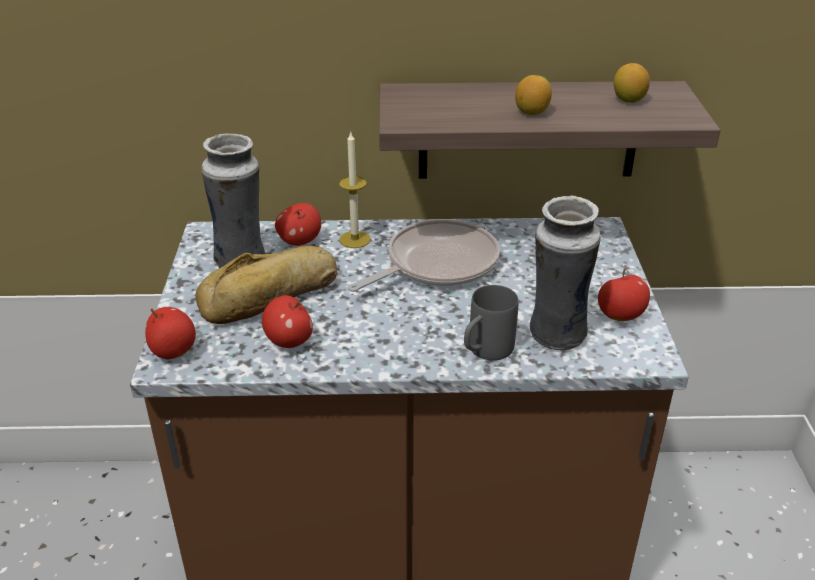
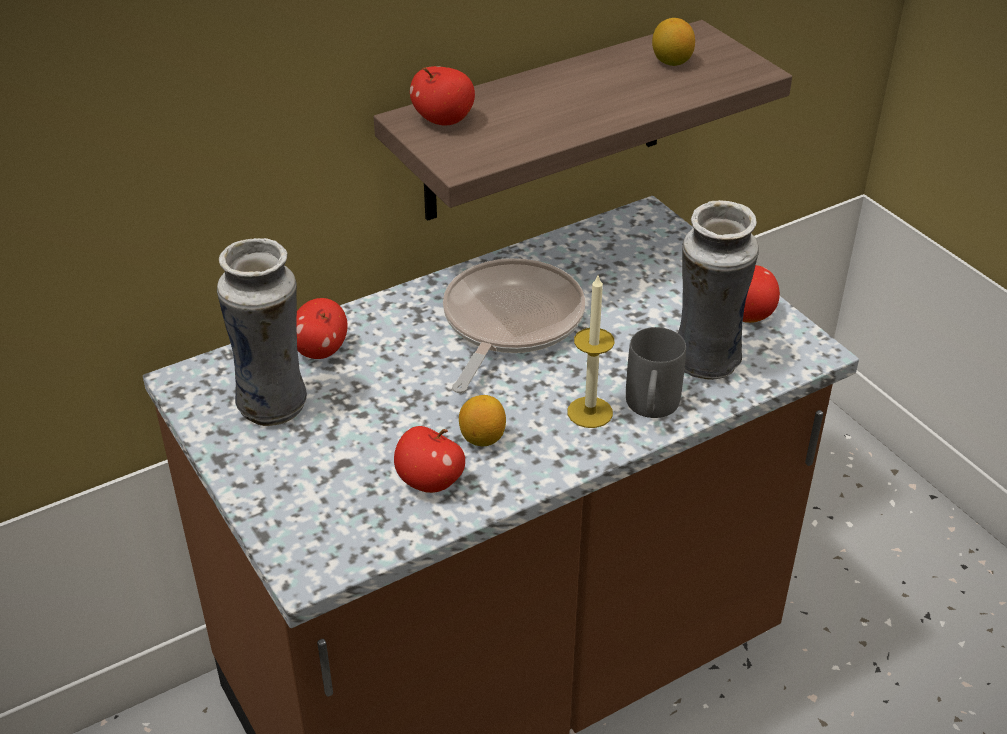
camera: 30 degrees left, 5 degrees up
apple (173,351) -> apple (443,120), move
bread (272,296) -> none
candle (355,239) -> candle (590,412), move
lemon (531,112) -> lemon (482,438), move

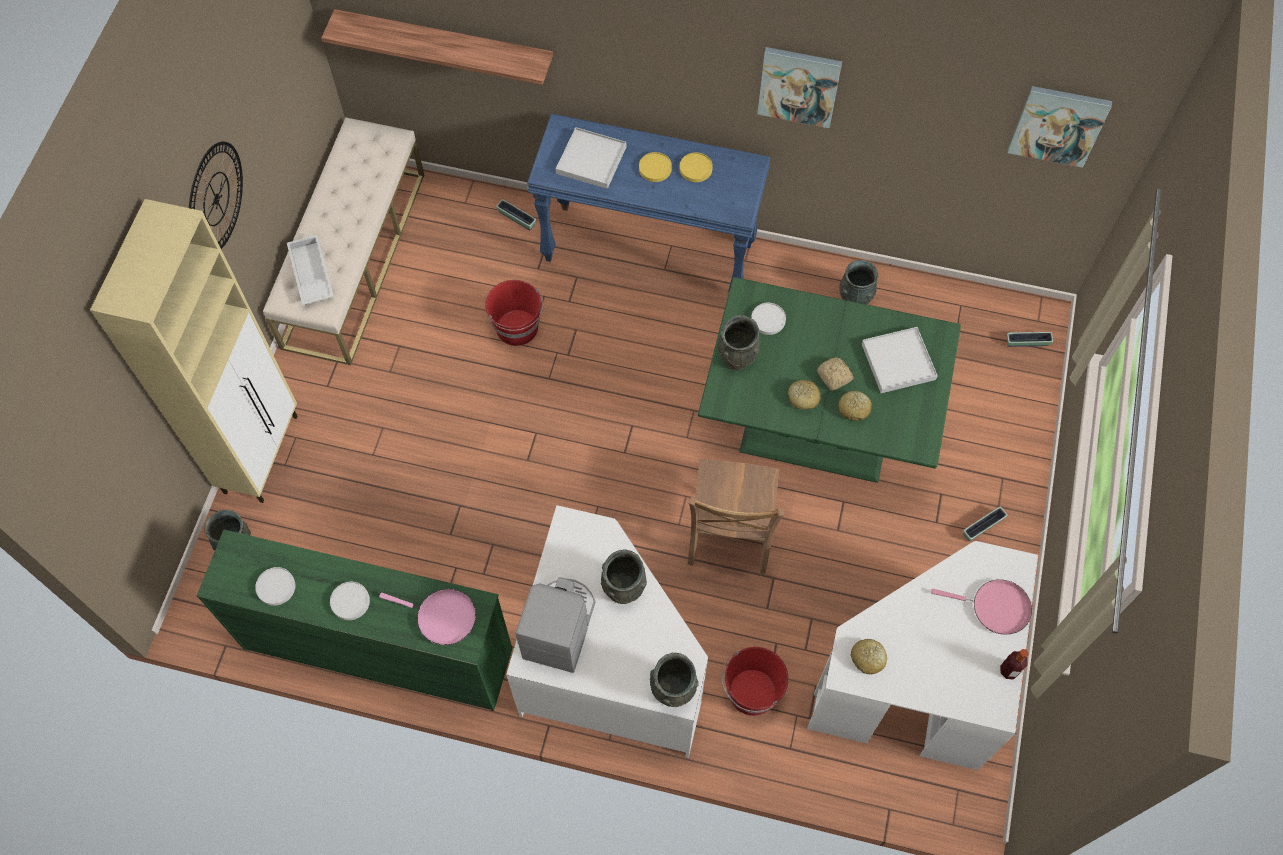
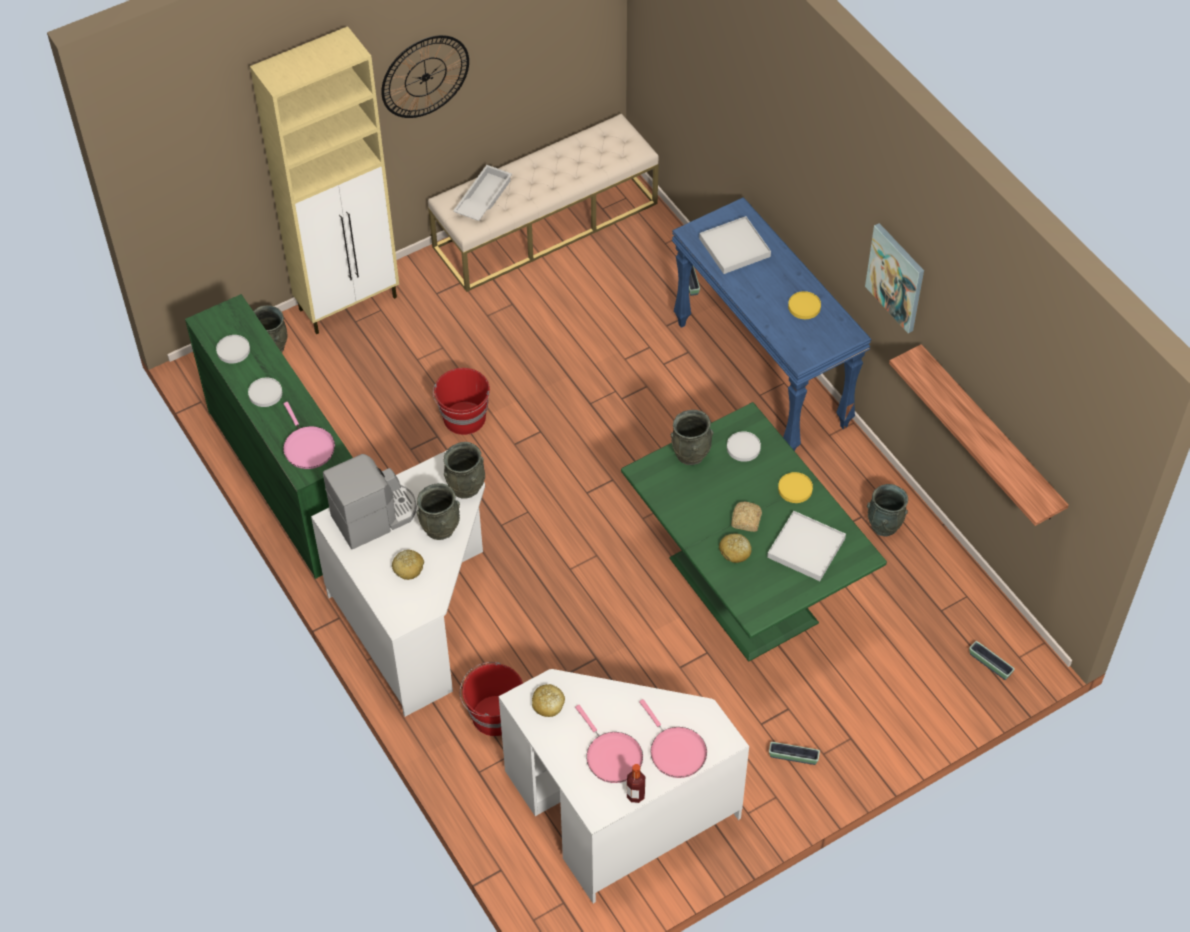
camera: 45 degrees right, 10 degrees down
shelf (445,44) -> shelf (989,435), move
red bucket (517,328) -> red bucket (464,418), move
yellow plate (655,168) -> yellow plate (795,489), move
grey vase (672,690) -> grey vase (465,487), move
brown chair (729,536) -> none
bread (803,397) -> bread (408,568), move
picture (1058,125) -> none
none -> pink frying pan (611,756)

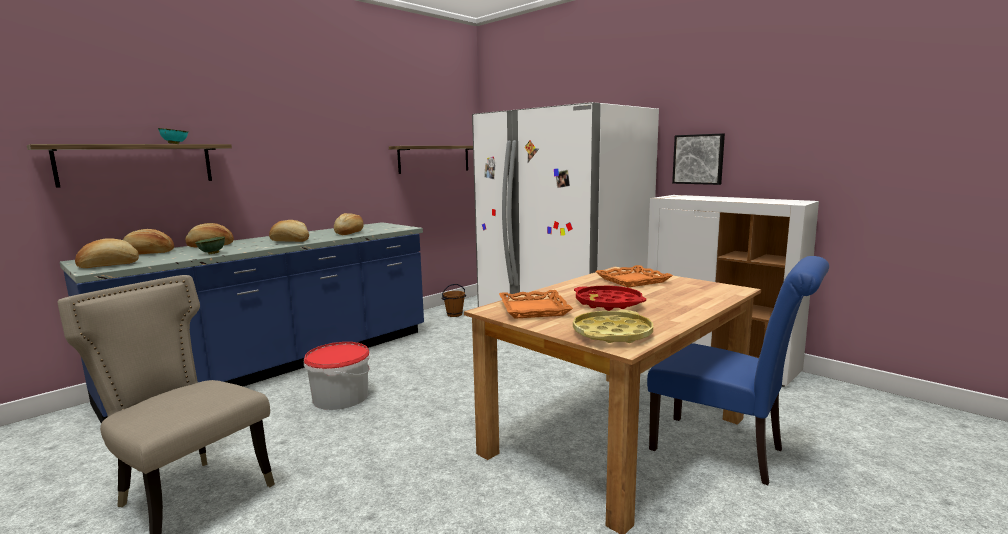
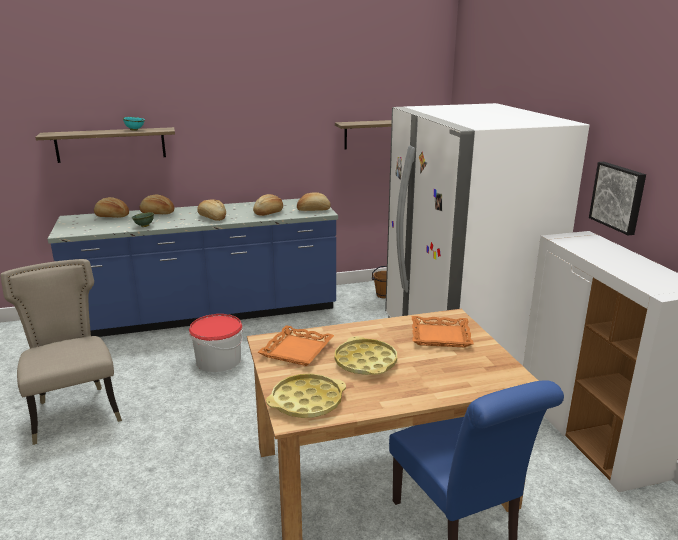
camera: 30 degrees right, 10 degrees up
bread (109,265) -> bread (313,210), move
red tray (608,303) -> yellow tray (365,362)

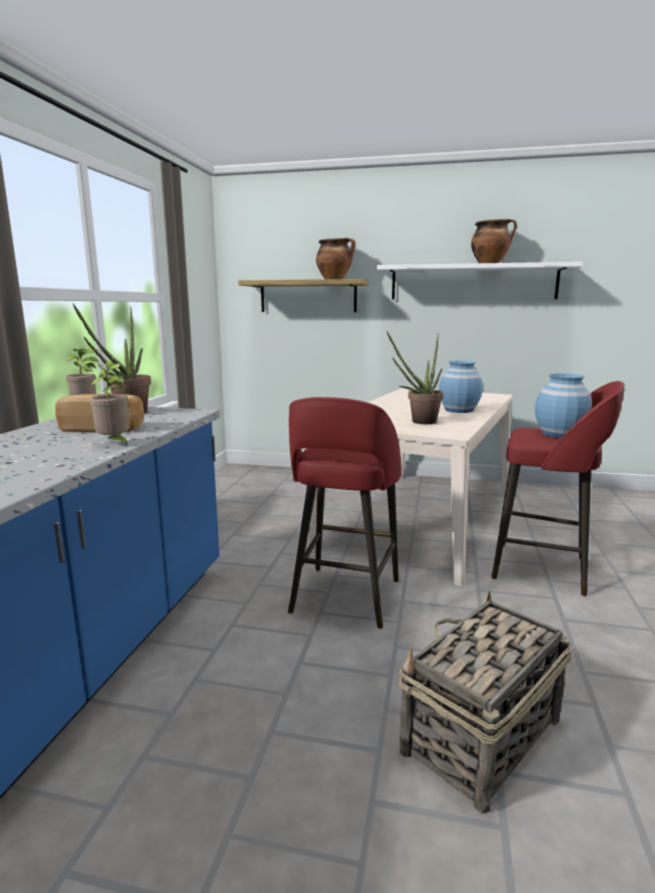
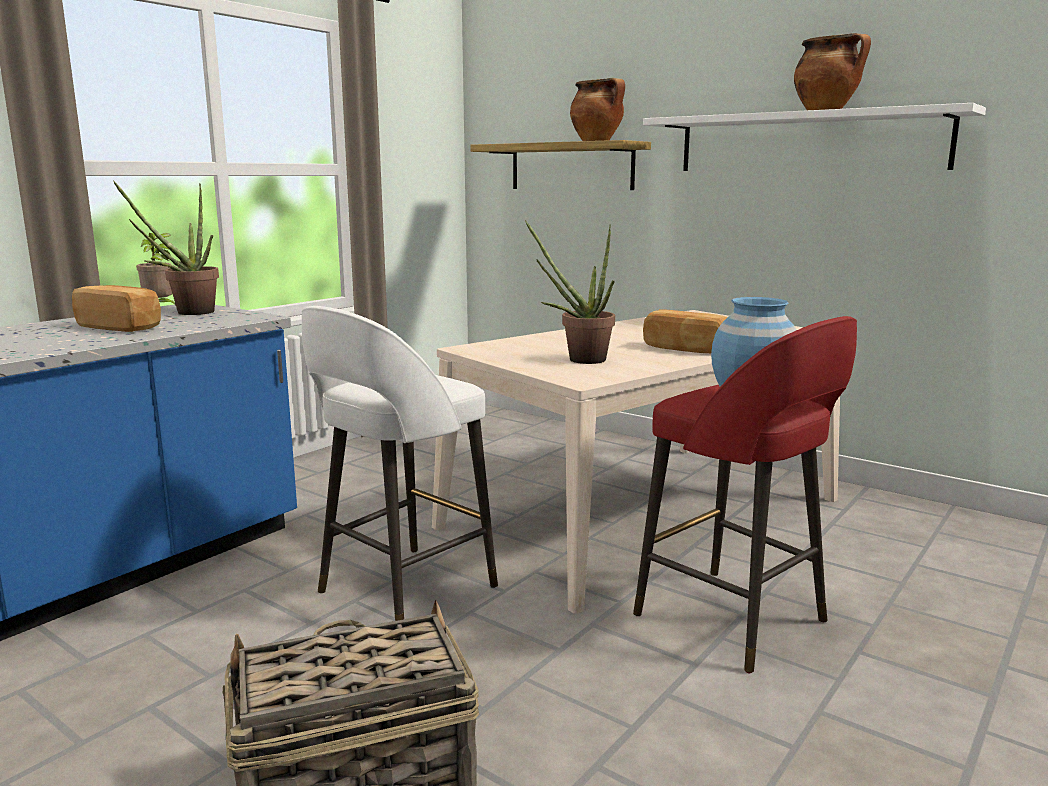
camera: 25 degrees right, 0 degrees up
potted plant (114,444) -> none
red stool (344,598) -> white stool (403,591)
blue vase (459,410) -> bread (684,349)

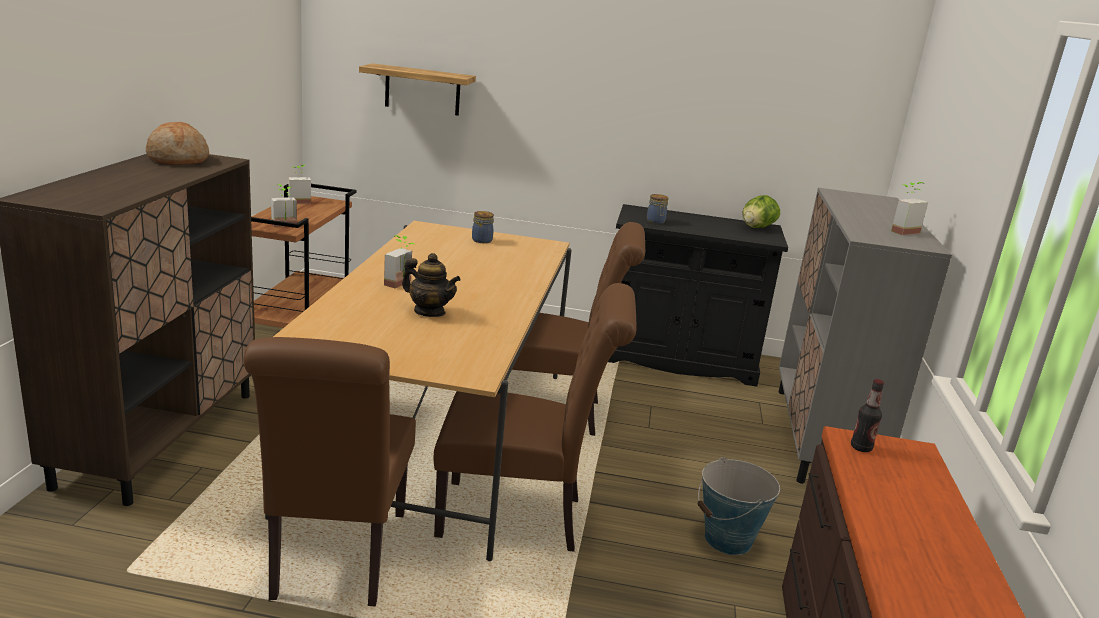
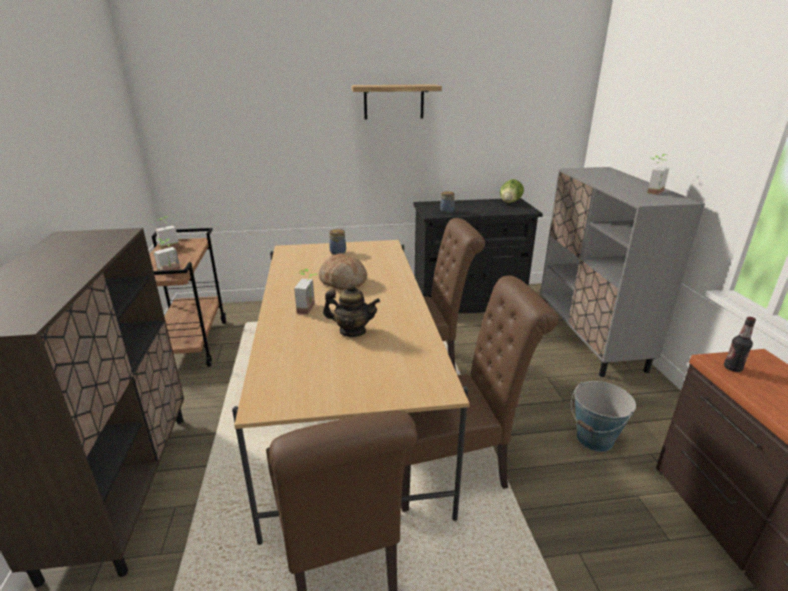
camera: 15 degrees left, 5 degrees up
bread (178,159) -> bread (343,281), move
shelf (422,90) -> shelf (394,102), move

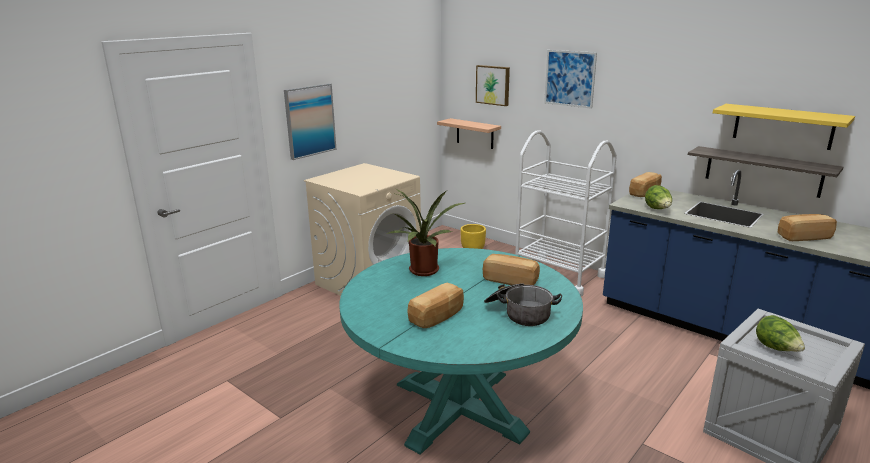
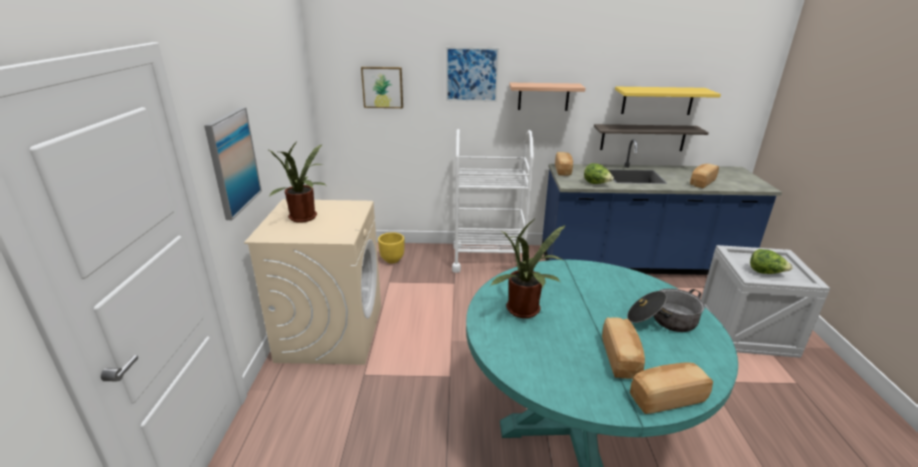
camera: 40 degrees left, 5 degrees up
shelf (475,133) -> shelf (543,96), move
bread (510,280) -> bread (665,398), move
none -> potted plant (305,218)

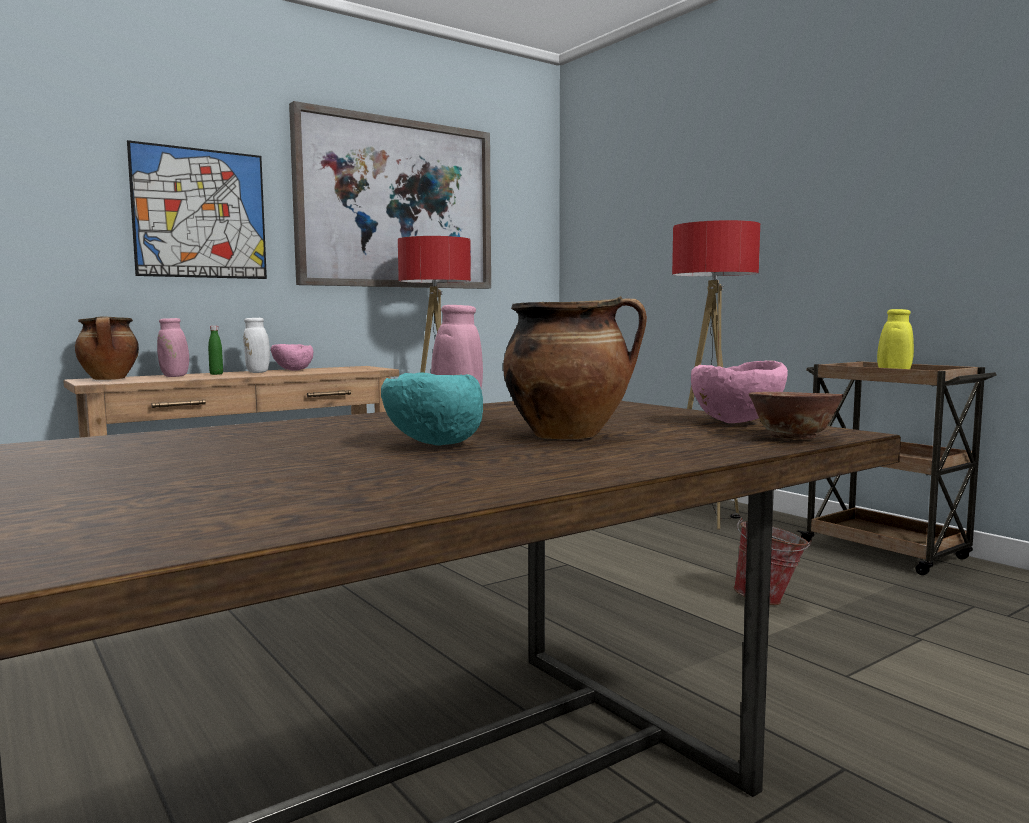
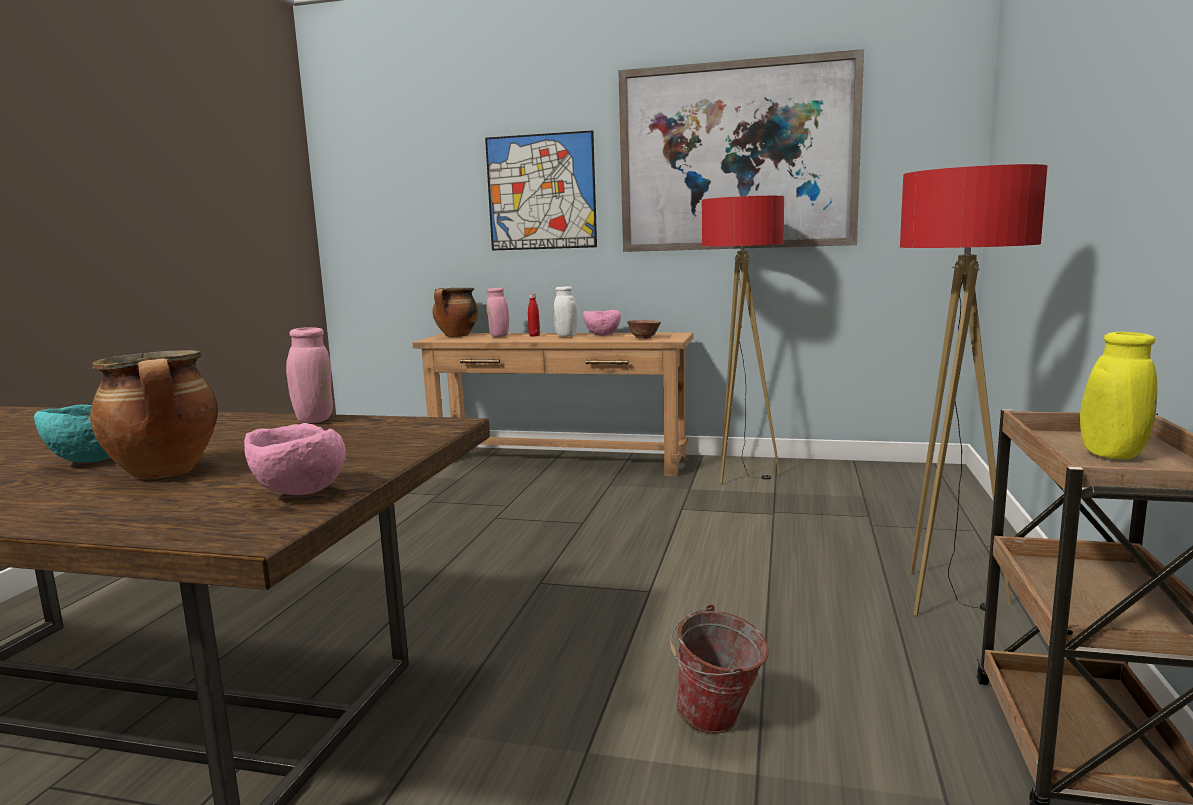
camera: 50 degrees right, 5 degrees up
green bottle (216,374) -> red bottle (534,336)
bowl (793,438) -> bowl (643,338), move

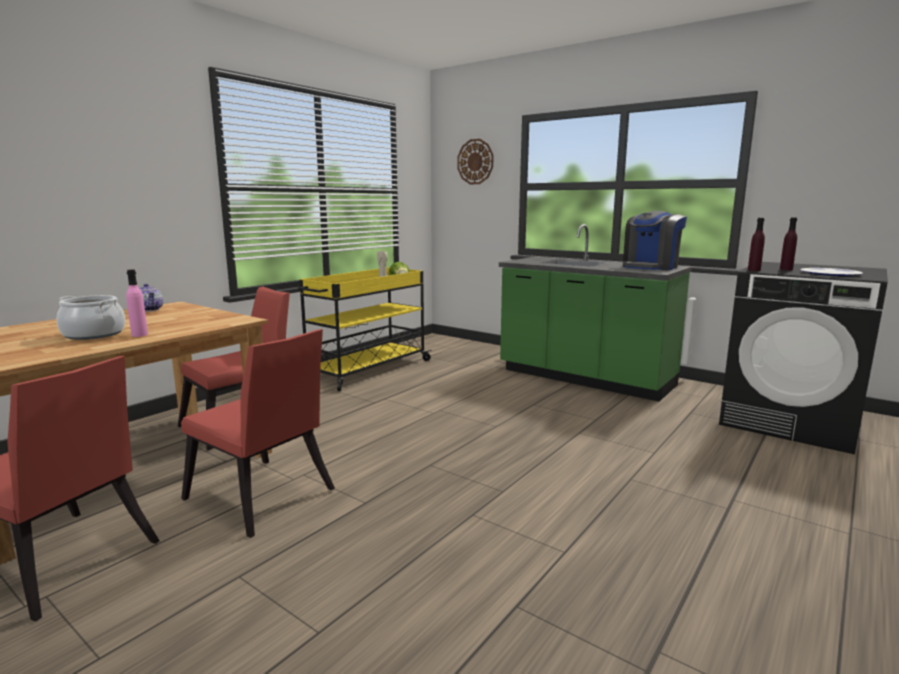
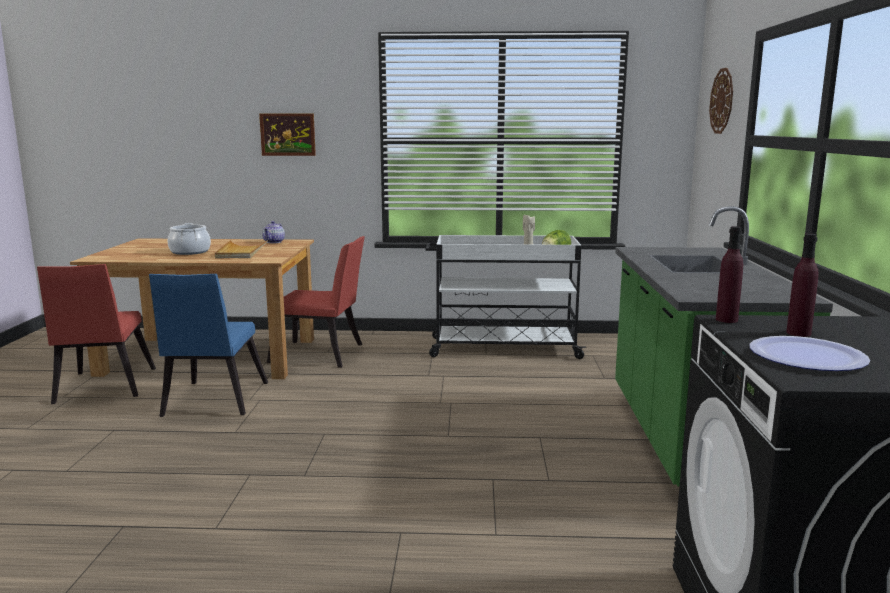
camera: 55 degrees right, 0 degrees up
pink bottle (139,335) -> none
red chair (263,499) -> blue chair (212,402)
yellow cart (367,370) -> white cart (502,348)
coffee machine (650,267) -> none
none -> beige tray (241,252)
none -> picture (287,134)

